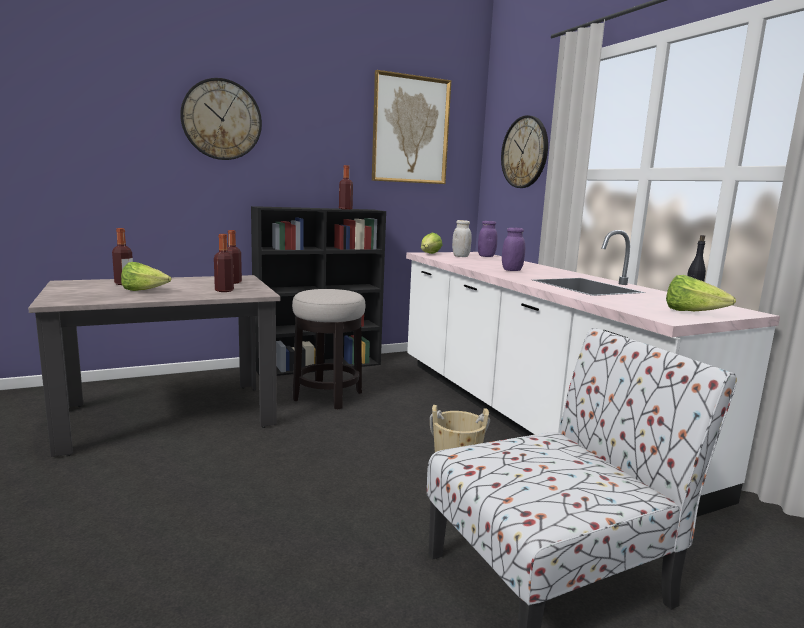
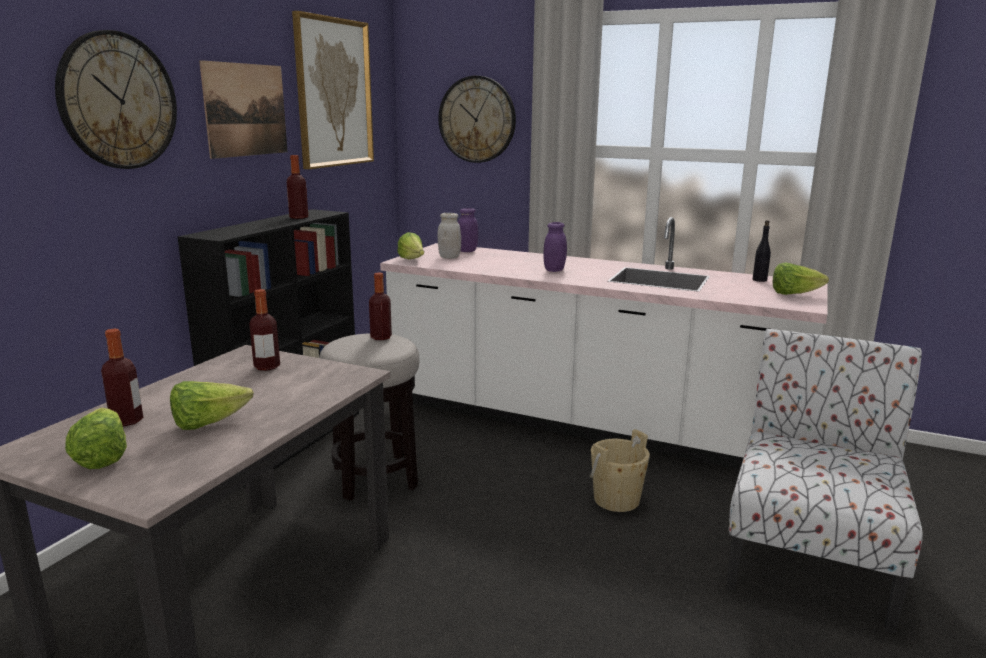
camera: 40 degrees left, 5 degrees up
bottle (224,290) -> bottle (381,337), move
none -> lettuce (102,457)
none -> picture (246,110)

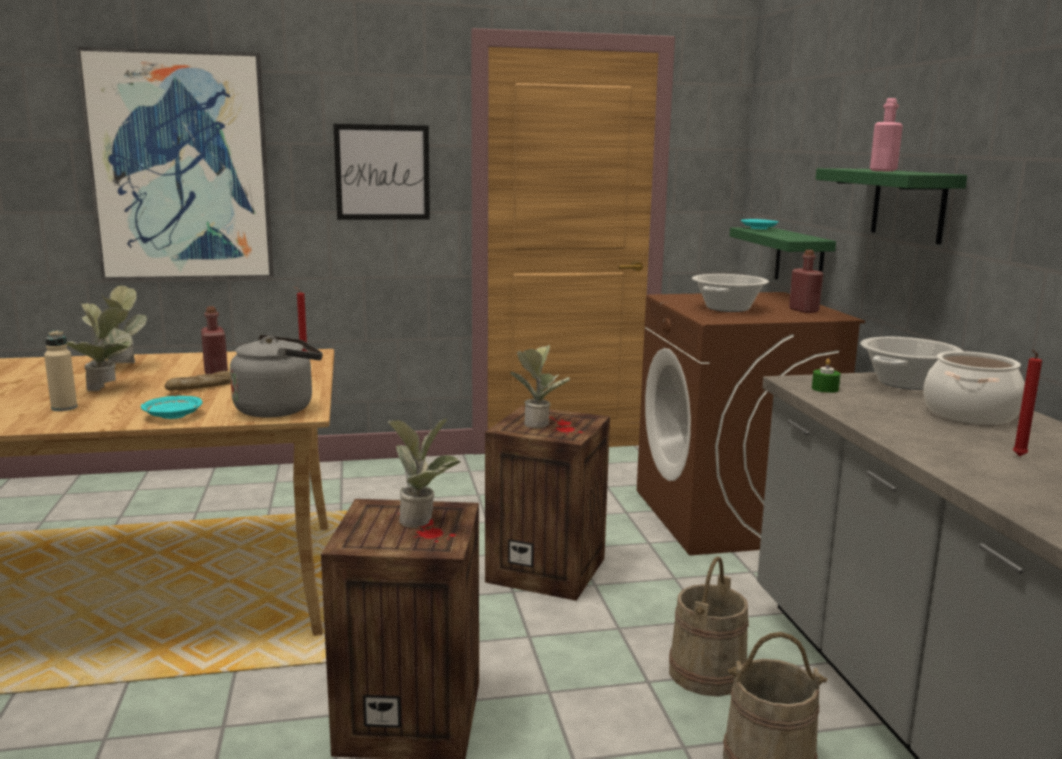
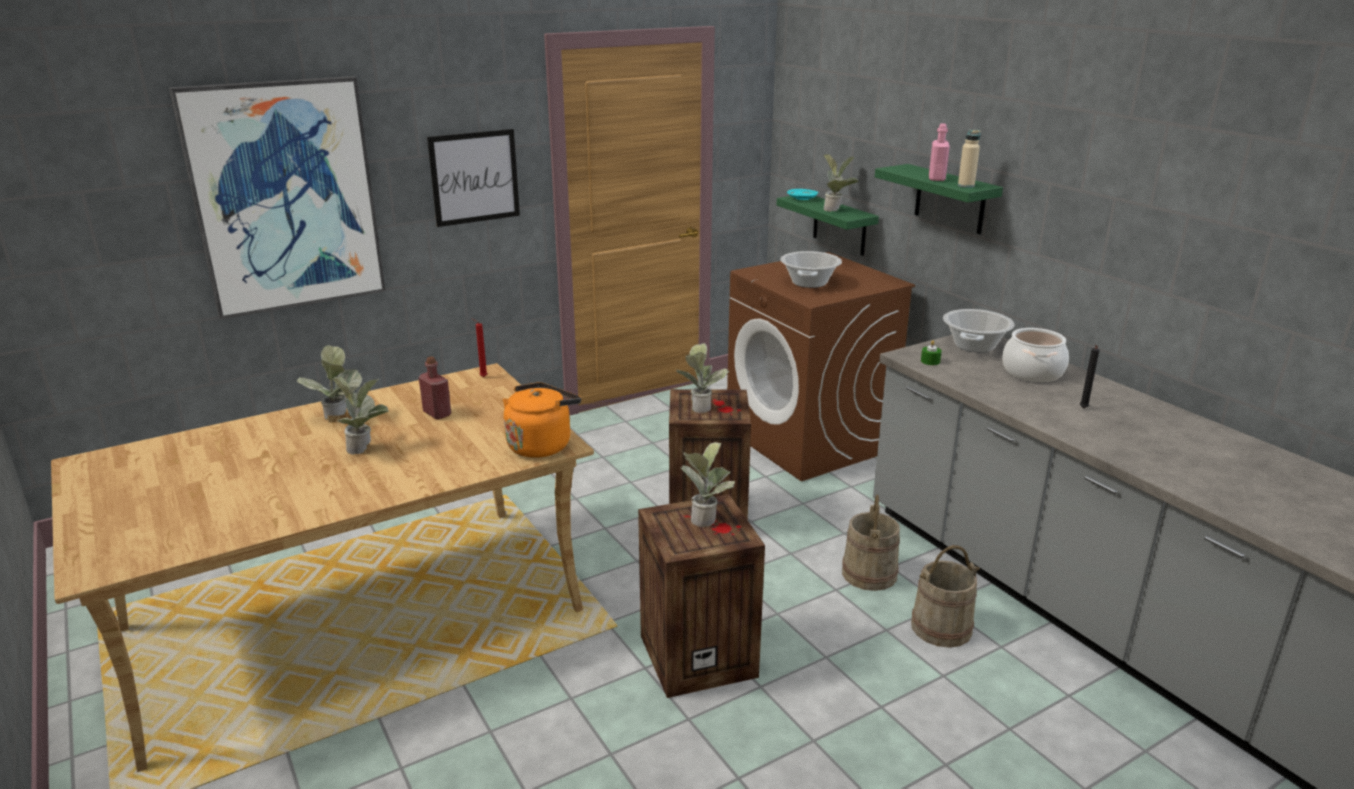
camera: 20 degrees left, 10 degrees up
beige bottle (64,408) -> beige bottle (966,186), move
turquoise plate (172,415) -> none
bread (201,387) -> none
grey kettle (279,409) -> orange kettle (541,445)
red bottle (803,310) -> none
red candle (1018,456) -> black candle (1083,409)
none -> potted plant (836,209)

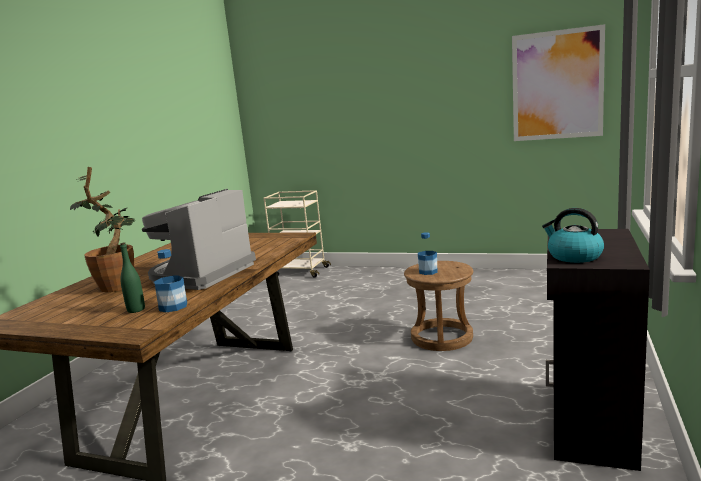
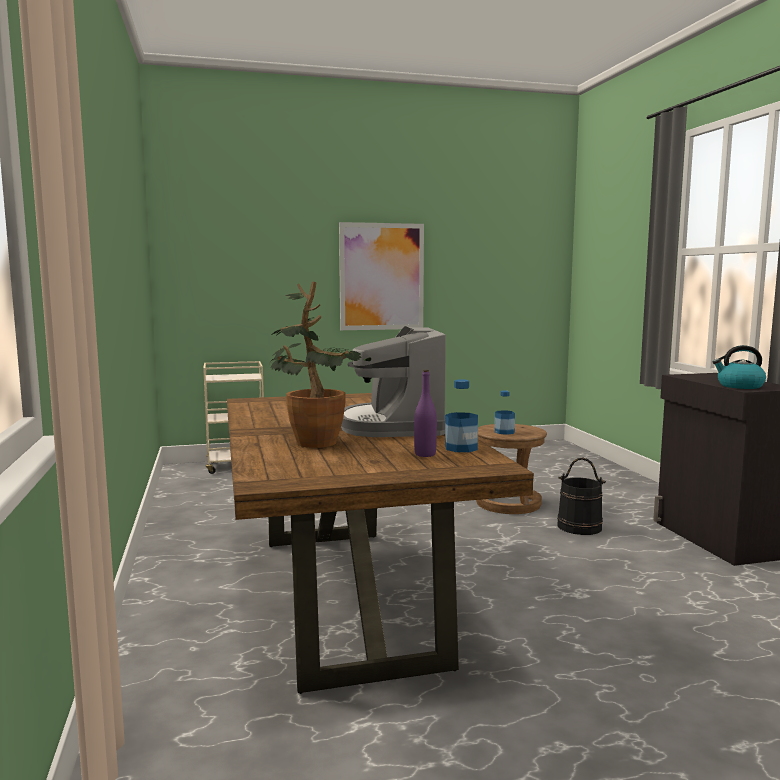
camera: 35 degrees left, 5 degrees down
green bottle (136,310) -> purple bottle (425,454)
picture (557,85) -> picture (381,276), move
none -> black bucket (579,526)

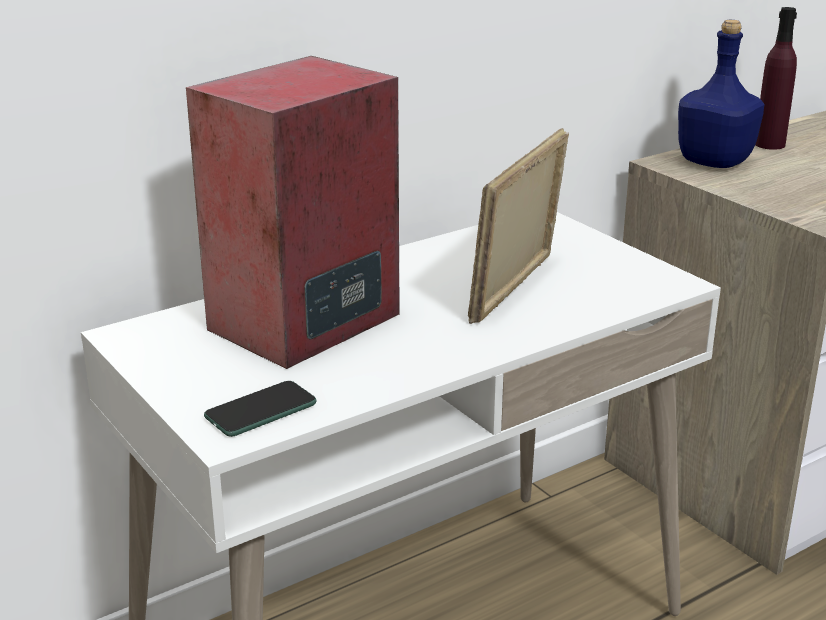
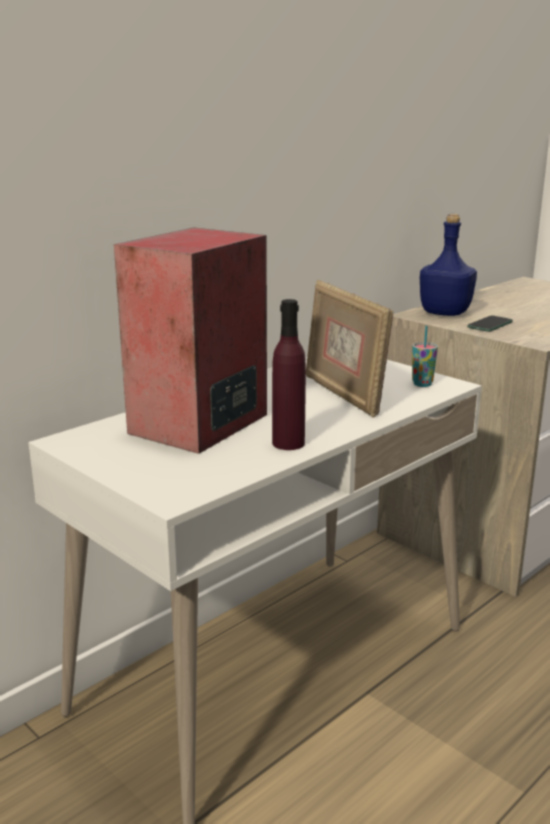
camera: 10 degrees left, 5 degrees down
phone (261,410) -> phone (490,325), move
picture frame (516,290) -> picture frame (343,395), 45 degrees counterclockwise
purple bottle (769,144) -> purple bottle (288,443), move
none -> cup (422,384)

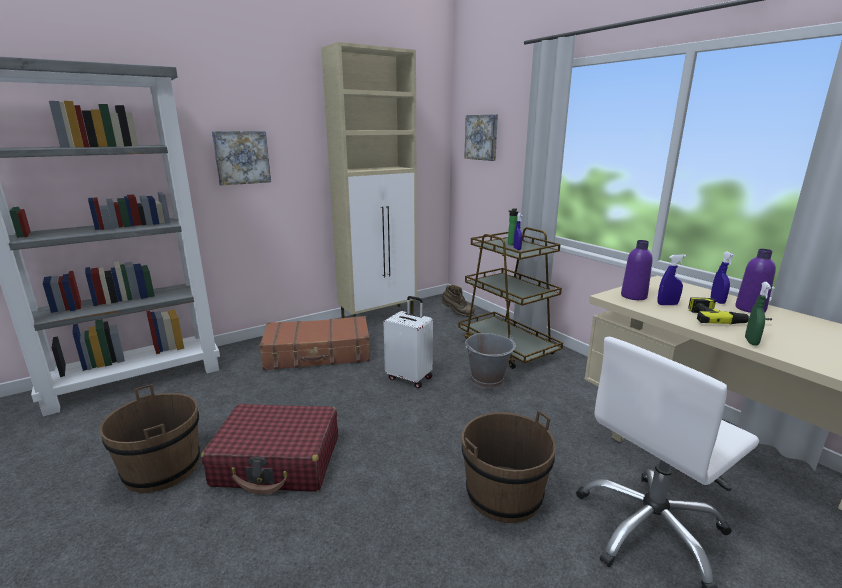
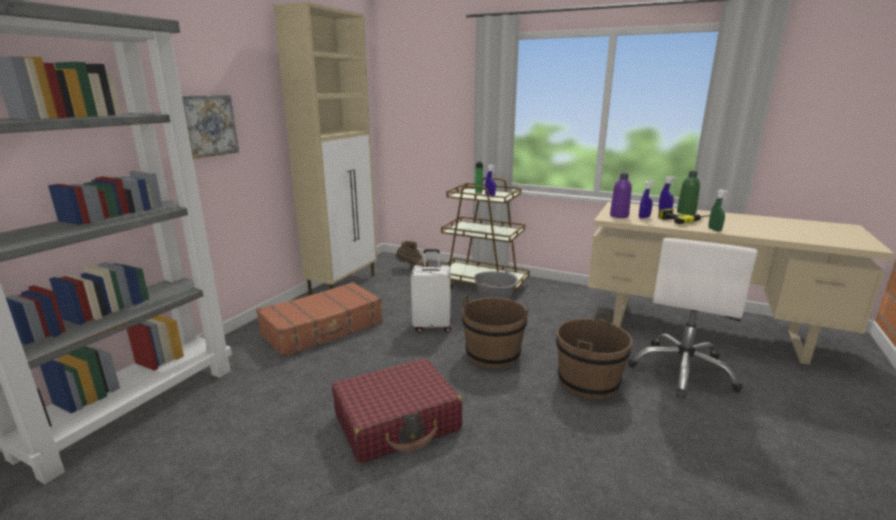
camera: 30 degrees left, 0 degrees up
brown bucket (162,468) -> brown bucket (493,354), move
picture (482,137) -> none
purple bottle (750,309) -> green bottle (686,212)

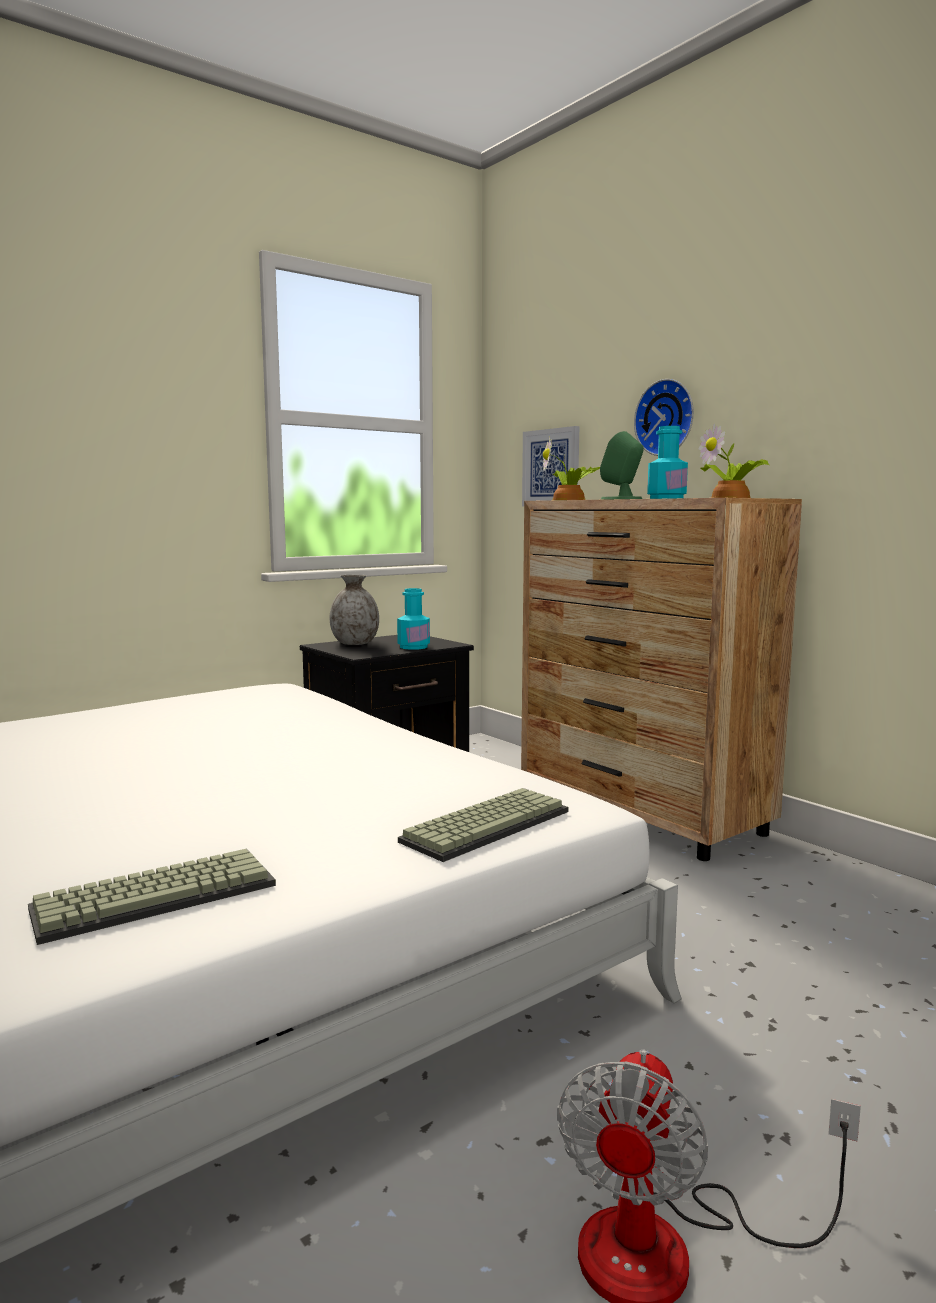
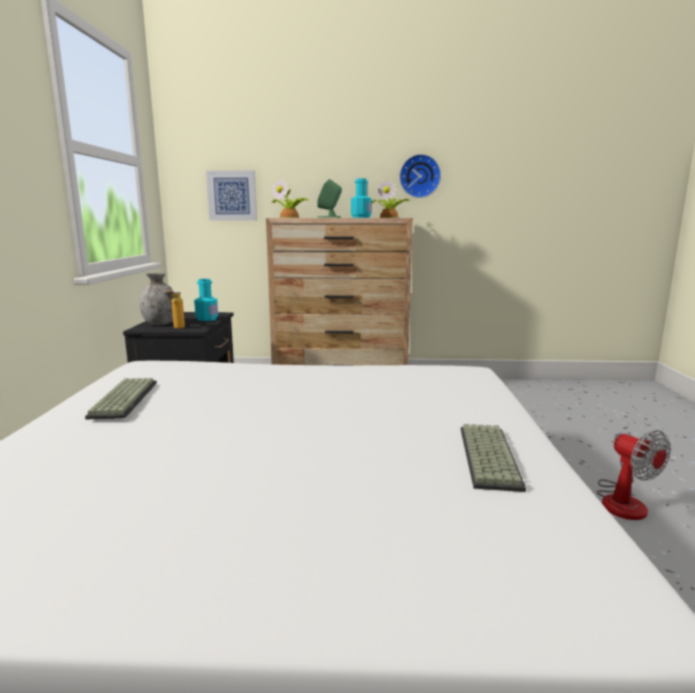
camera: 50 degrees left, 5 degrees up
keyboard (486,825) -> keyboard (123,399), move
wall clock (667,418) -> wall clock (419,176), move
none -> bottle (176,328)

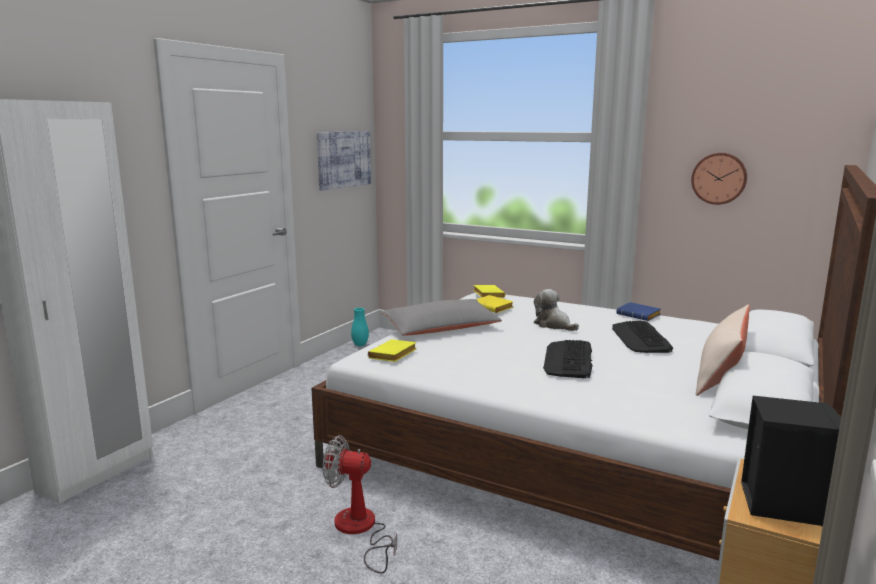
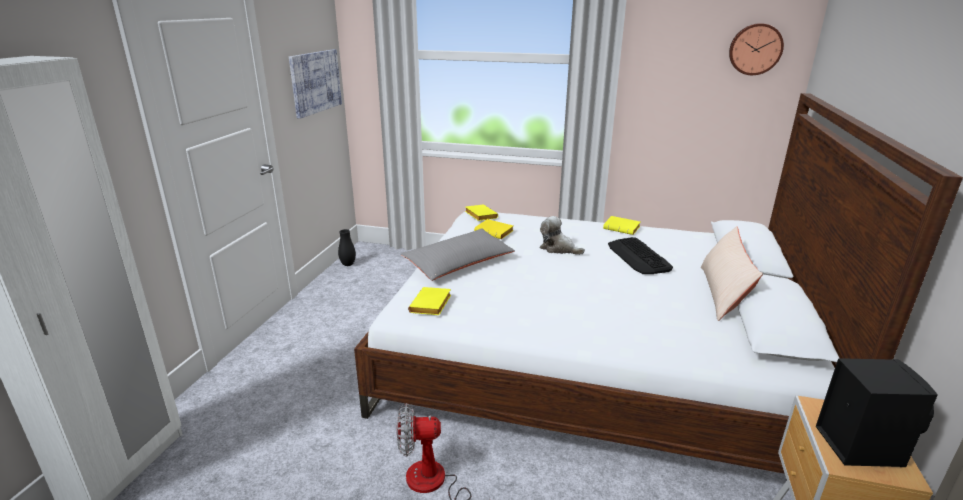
camera: 15 degrees left, 10 degrees up
turquoise vase (360,345) -> black vase (348,264)
keyboard (568,360) -> none
blue book (640,315) -> yellow book (622,228)
wall clock (719,178) -> wall clock (755,49), move

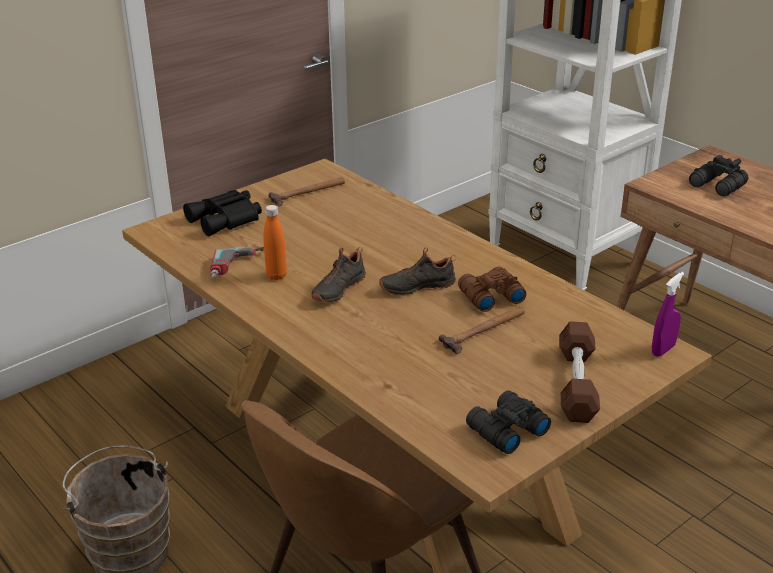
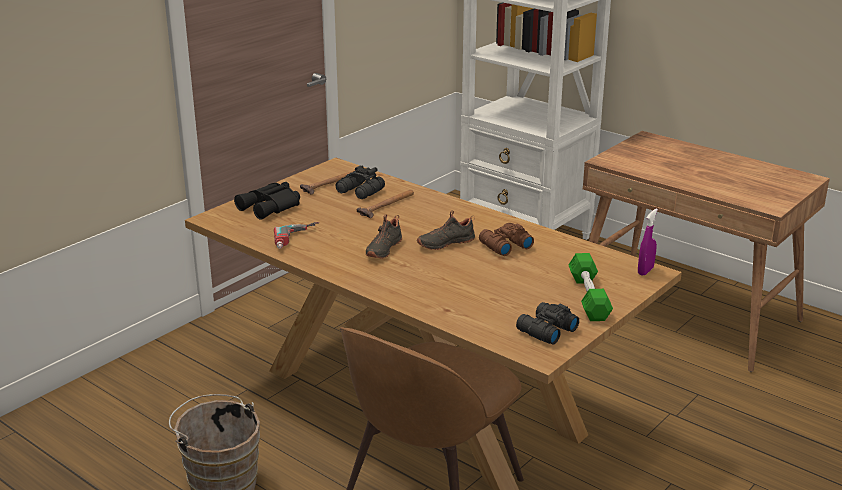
camera: 10 degrees left, 5 degrees down
orange bottle (276,276) -> none
hammer (484,331) -> hammer (387,205), move
brown dumbbell (577,383) -> green dumbbell (588,297)
black binoculars (717,186) -> black binoculars (360,192), move

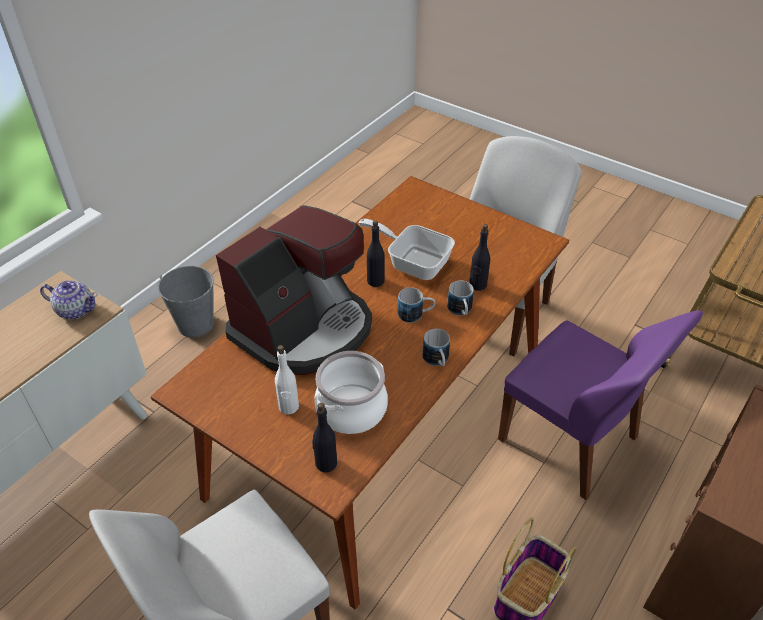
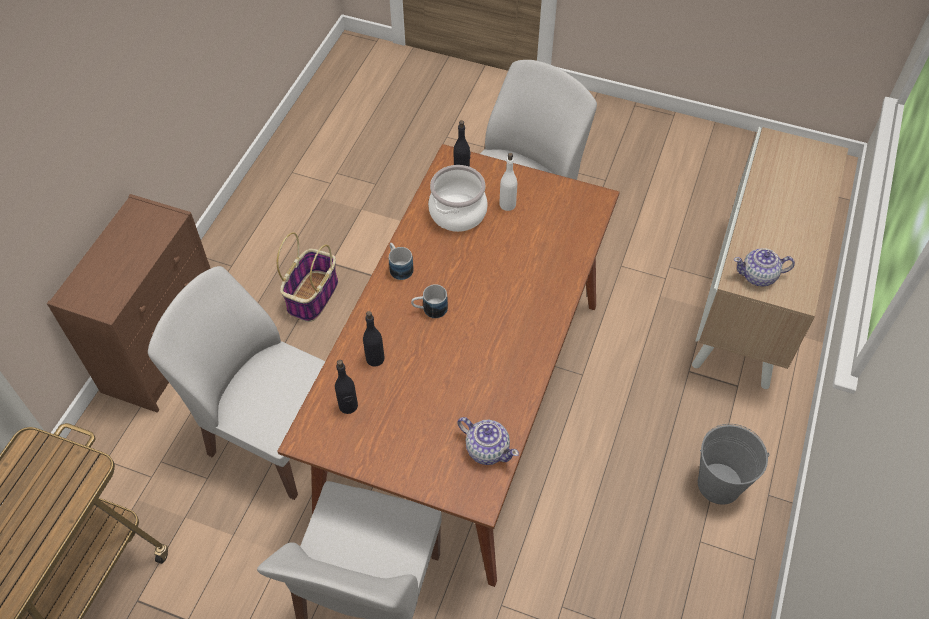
camera: 165 degrees right, 10 degrees up
coffee machine (304,329) -> none
frying pan (413,262) -> none
black bottle (375,281) -> black bottle (348,406), move
mug (460,311) -> none
purple chair (571,441) -> white chair (275,435)
none -> teapot (487,449)

